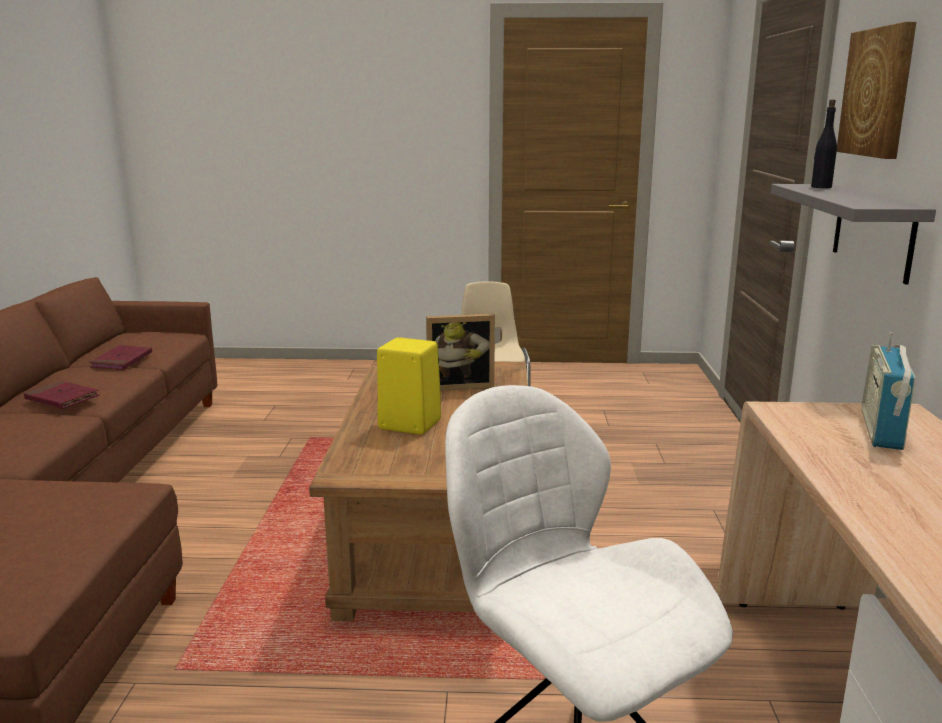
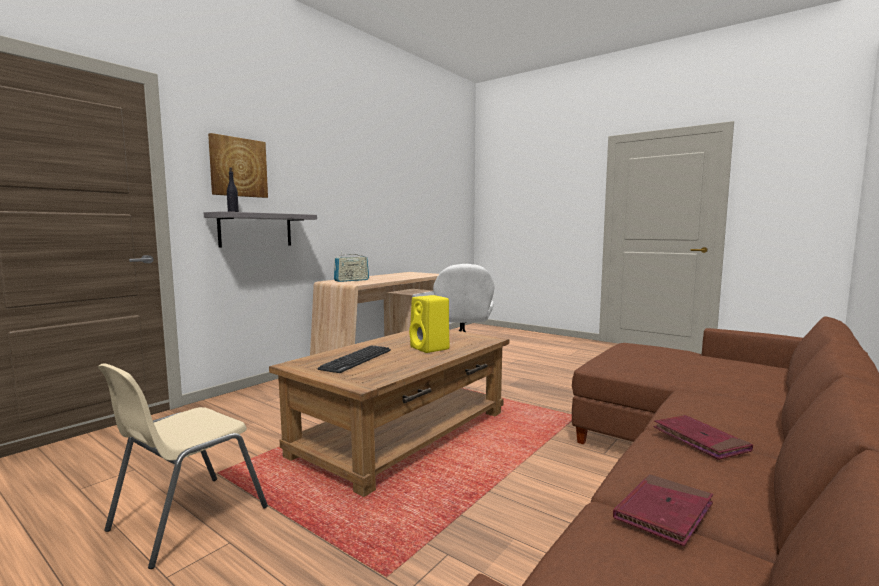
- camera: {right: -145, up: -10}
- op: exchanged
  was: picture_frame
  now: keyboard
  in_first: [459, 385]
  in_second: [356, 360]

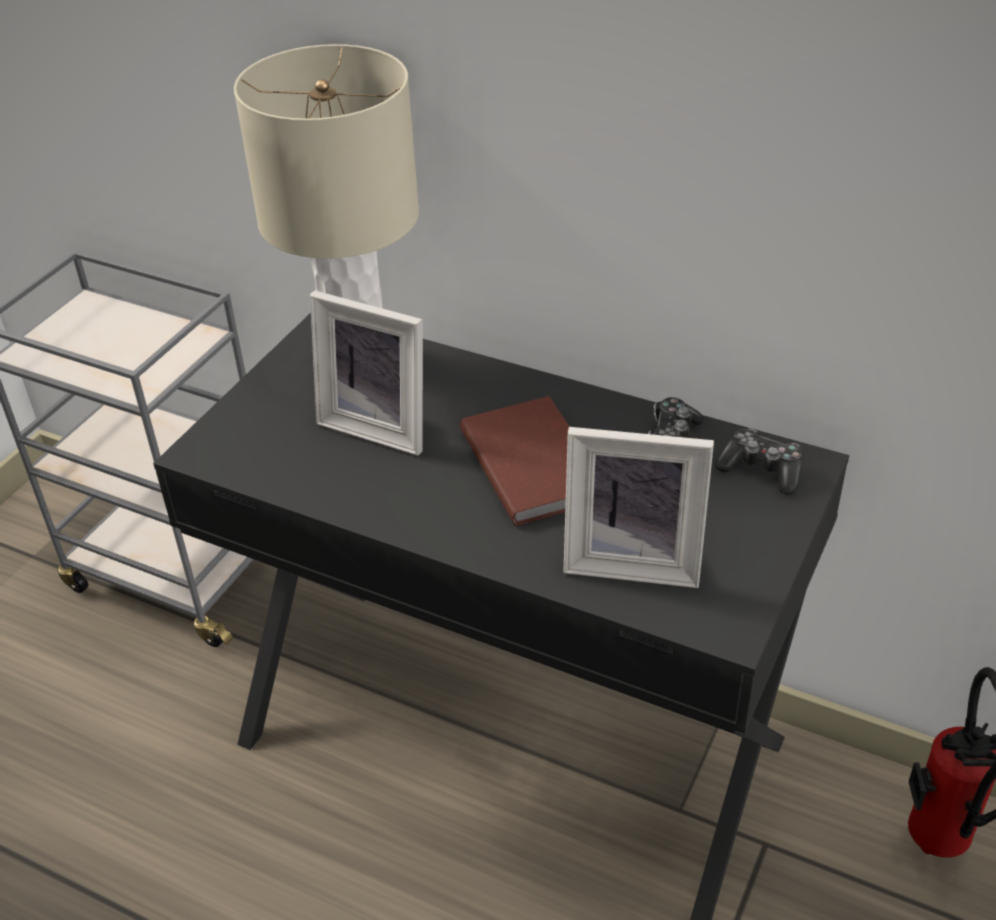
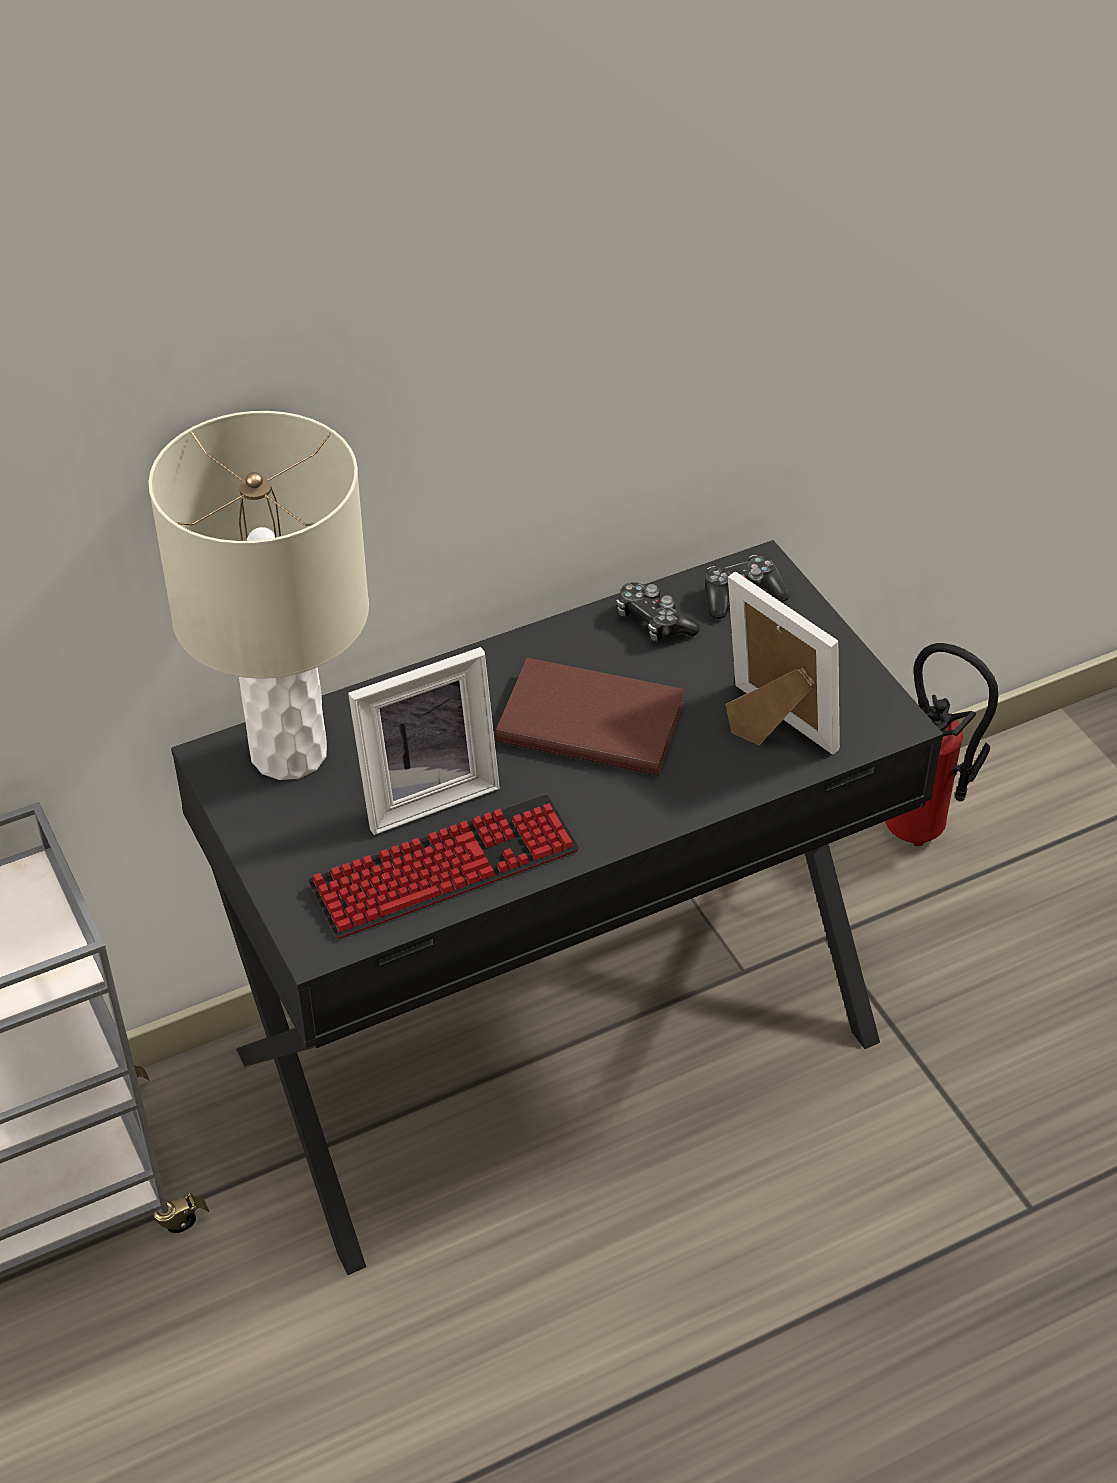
- camera: {right: -55, up: 5}
- op: spun
  was: picture_frame
  in_first: [633, 560]
  in_second: [769, 729]
  clockwise: -90
- op: appeared
  now: keyboard
  in_second: [445, 869]

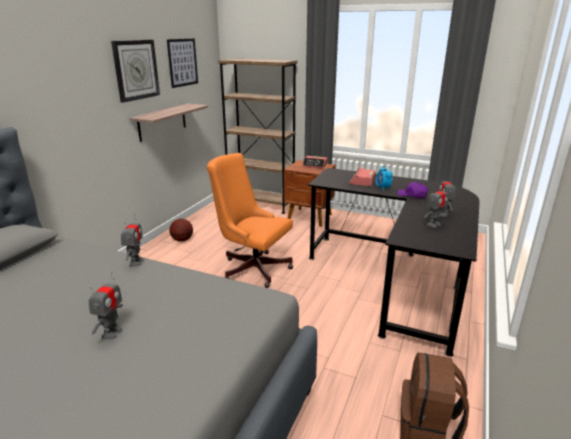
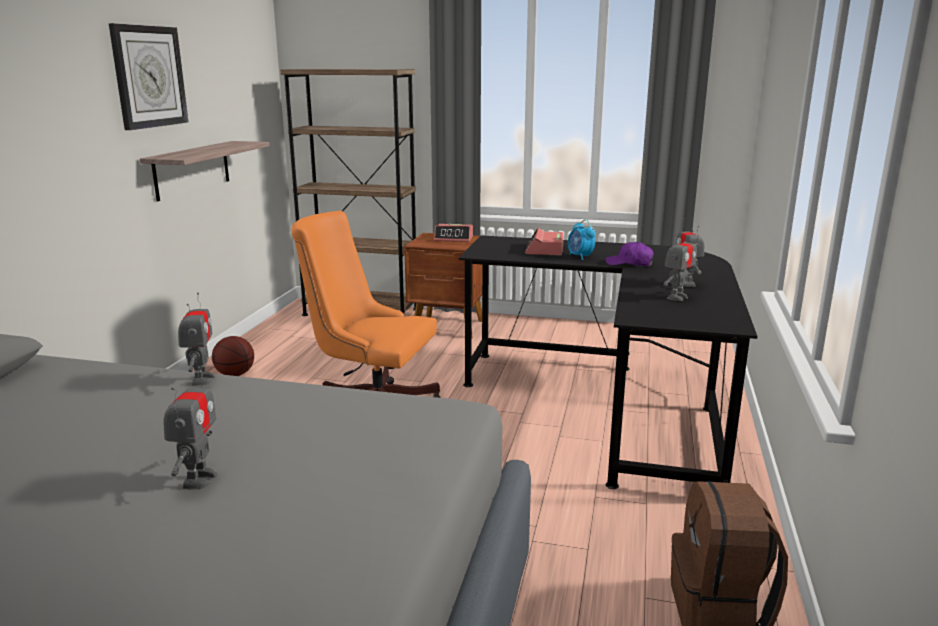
- camera: {right: -10, up: -5}
- op: missing
  was: picture
  in_first: [182, 62]

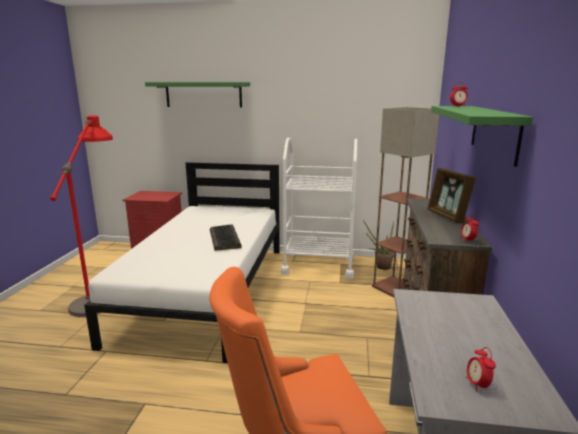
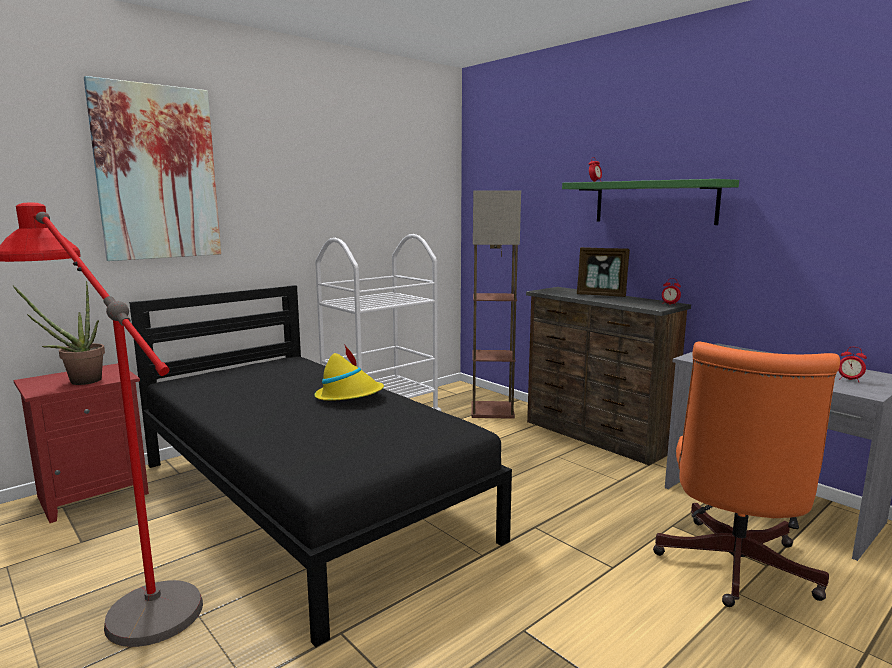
- camera: {right: -50, up: -5}
- op: exchanged
  was: green_shelf
  now: picture
  in_first: [203, 94]
  in_second: [157, 173]
- op: colour
  was: white_bed
  now: black_bed
  in_first: [207, 290]
  in_second: [307, 498]
- op: relocated
  was: potted_plant
  in_first: [380, 267]
  in_second: [78, 382]
- op: exchanged
  was: keyboard
  now: yellow_hat
  in_first: [225, 239]
  in_second: [349, 396]

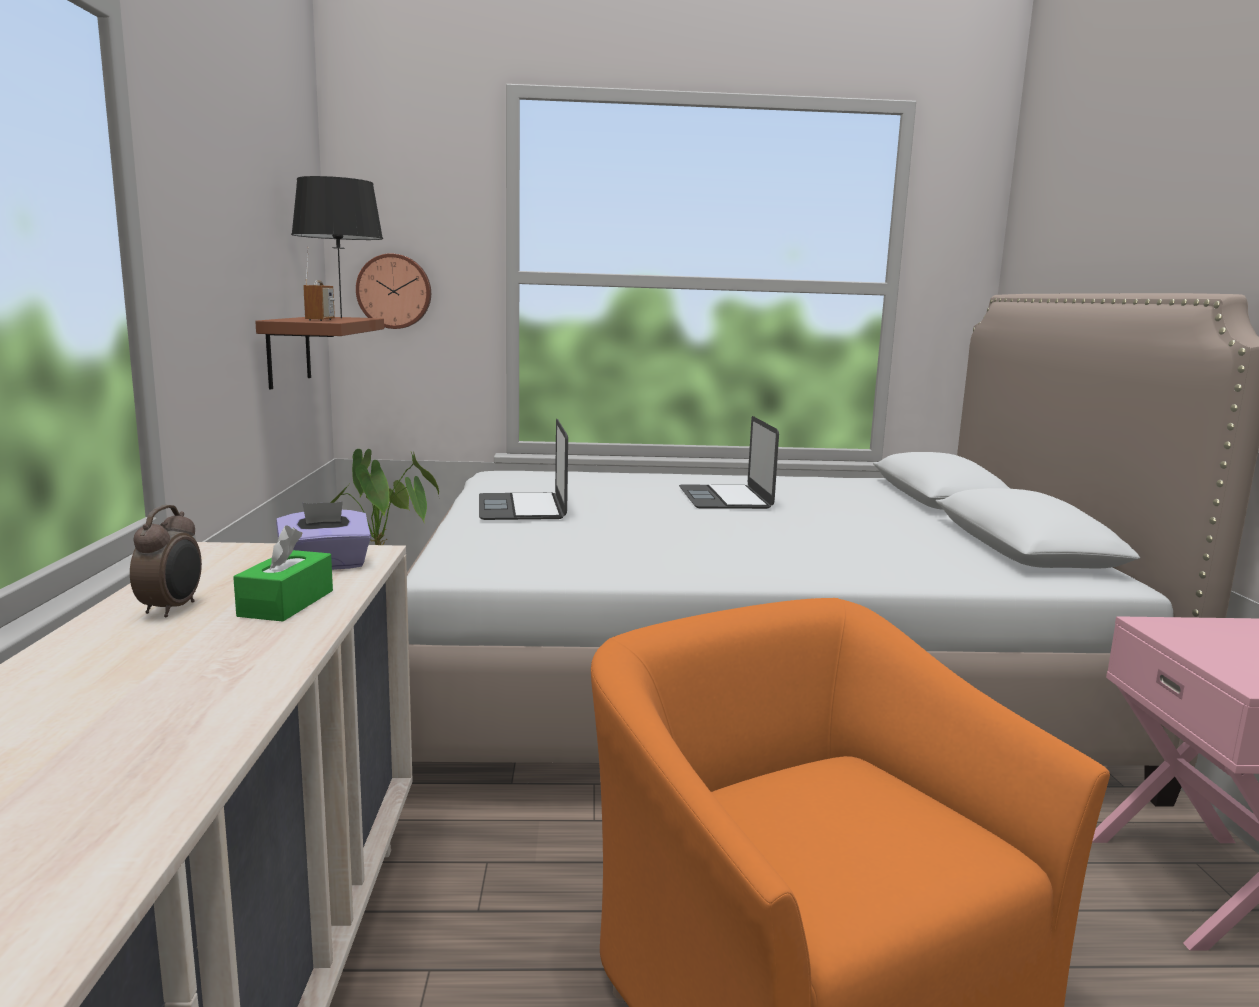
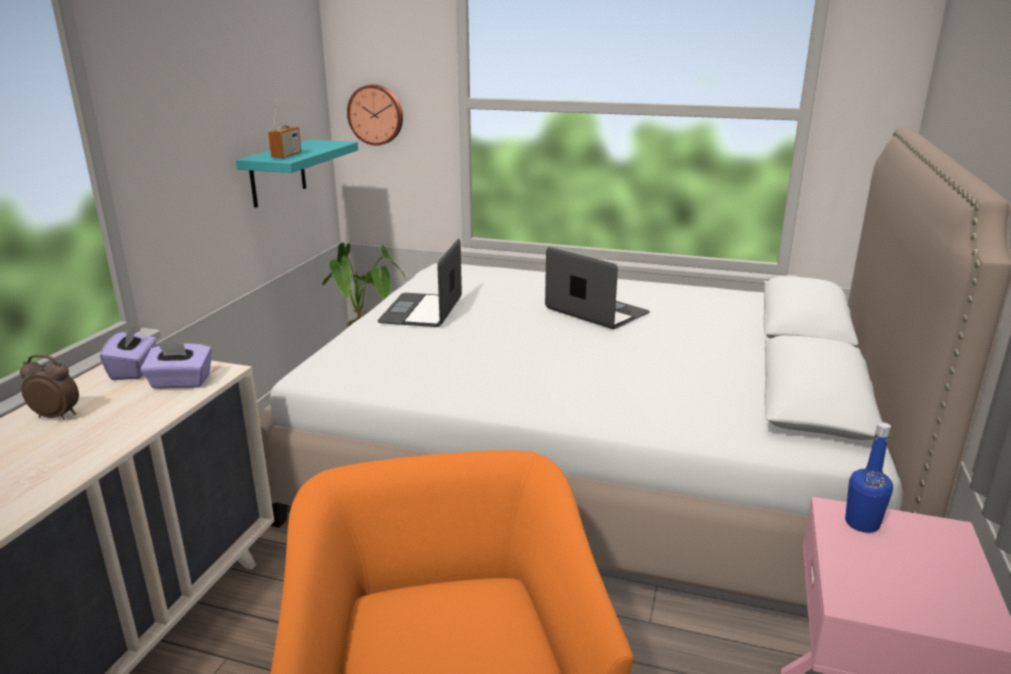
- camera: {right: 20, up: 10}
- op: missing
  was: black_table_lamp
  in_first: [341, 318]
- op: colour
  was: brown_shelf
  now: turquoise_shelf
  in_first: [288, 350]
  in_second: [278, 173]
- op: spun
  was: laptop
  in_first: [725, 497]
  in_second: [596, 311]
  clockwise: 120
- op: spun
  was: alarm_clock
  in_first: [173, 609]
  in_second: [57, 416]
  clockwise: -105
- op: missing
  was: green_tissue_box
  in_first: [286, 603]
- op: appeared
  now: purple_tissue_box
  in_second: [134, 370]
- op: appeared
  now: blue_bottle
  in_second: [862, 523]

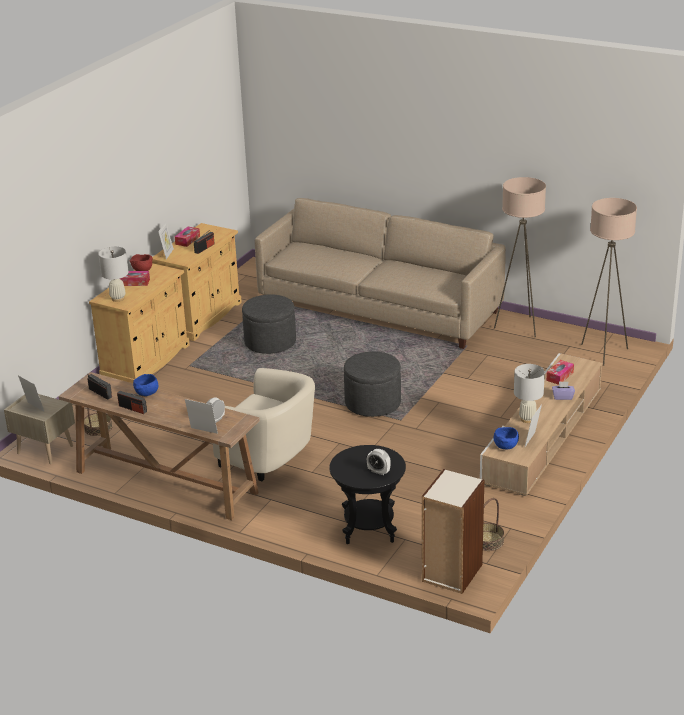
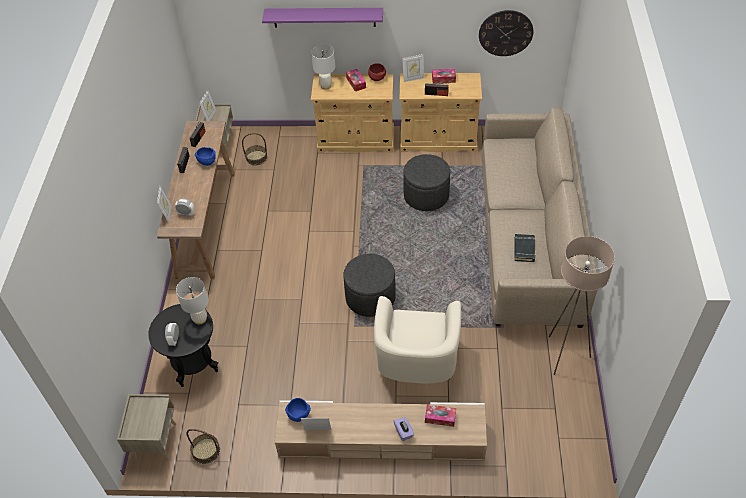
- camera: {right: 65, up: 20}
- op: missing
  was: beige_floor_lamp
  in_first: [604, 352]
- op: relocated
  was: white_table_lamp
  in_first: [527, 419]
  in_second: [200, 319]
- op: relocated
  was: beige_armchair
  in_first: [270, 458]
  in_second: [416, 364]
- op: exchanged
  was: bookcase
  now: beige_nightstand
  in_first: [451, 573]
  in_second: [155, 441]
- op: appeared
  now: purple_shelf
  in_second: [324, 17]
- op: appeared
  now: wall_clock
  in_second: [505, 33]
- op: appeared
  now: black_book
  in_second: [524, 249]

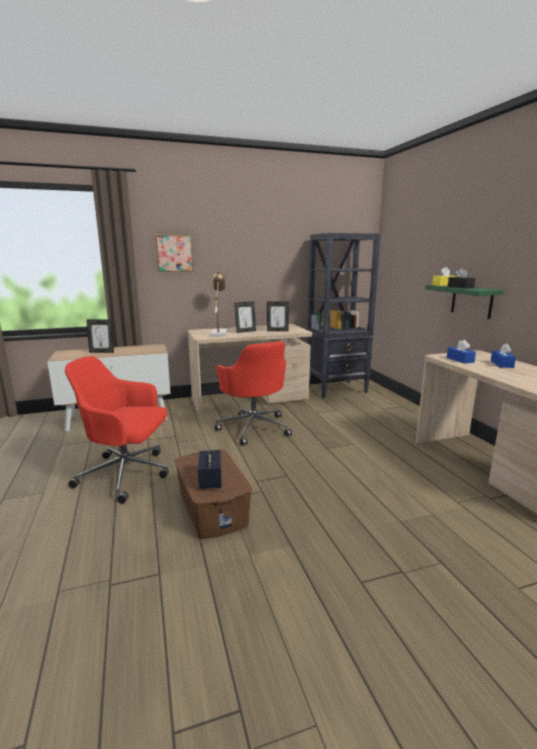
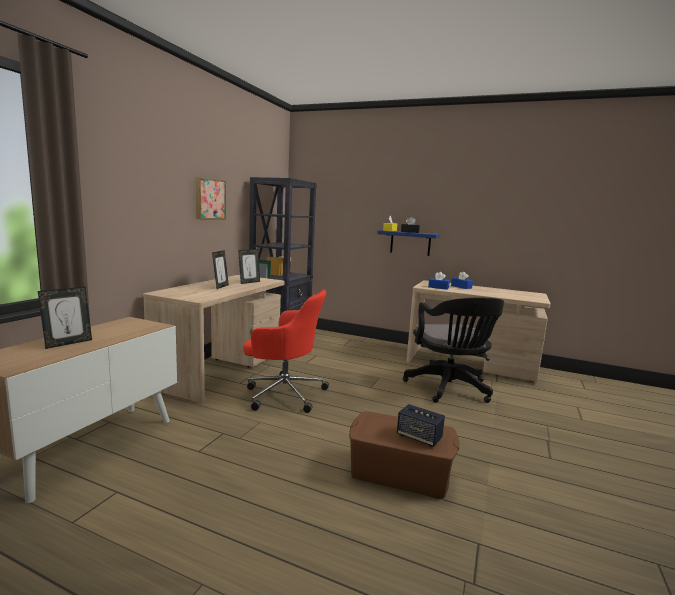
- camera: {right: -50, up: -5}
- op: relocated
  was: picture
  in_first: [174, 253]
  in_second: [209, 199]
- op: missing
  was: table_lamp
  in_first: [219, 333]
- op: colour
  was: green_shelf
  now: blue_shelf
  in_first: [471, 301]
  in_second: [410, 243]
- op: missing
  was: red_office_chair
  in_first: [127, 474]
- op: appeared
  now: black_office_chair
  in_second: [450, 389]

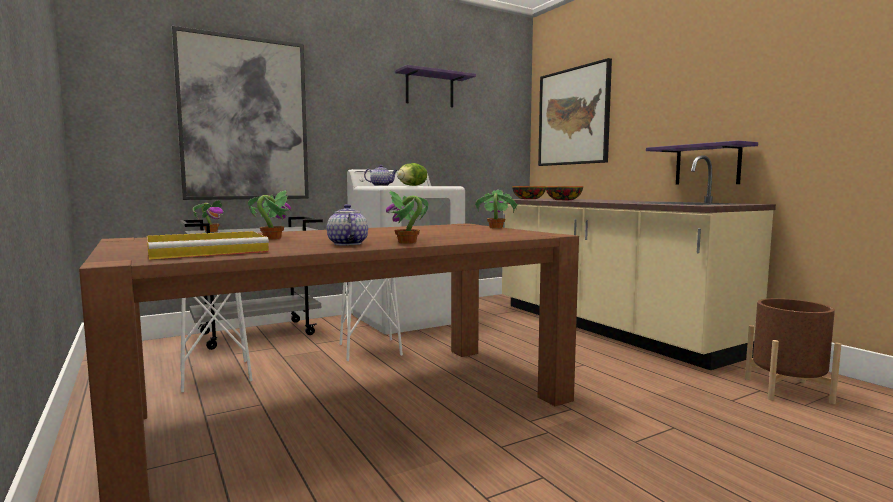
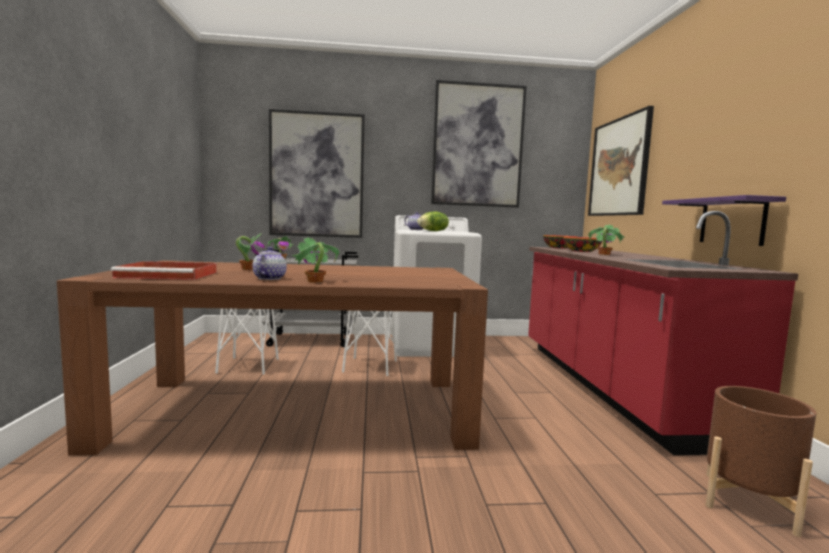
- camera: {right: 25, up: 0}
- op: exchanged
  was: purple_shelf
  now: picture
  in_first: [429, 89]
  in_second: [477, 146]
- op: colour
  was: beige_counter
  now: red_counter
  in_first: [608, 327]
  in_second: [611, 386]
- op: relocated
  was: potted_plant
  in_first: [495, 228]
  in_second: [603, 254]
- op: colour
  was: yellow_tray
  now: red_tray
  in_first: [210, 250]
  in_second: [170, 275]

